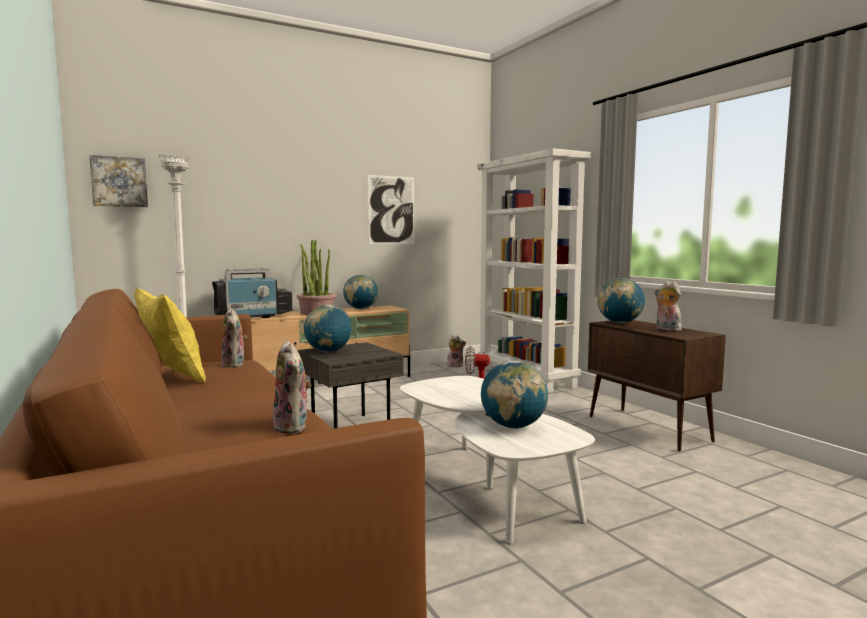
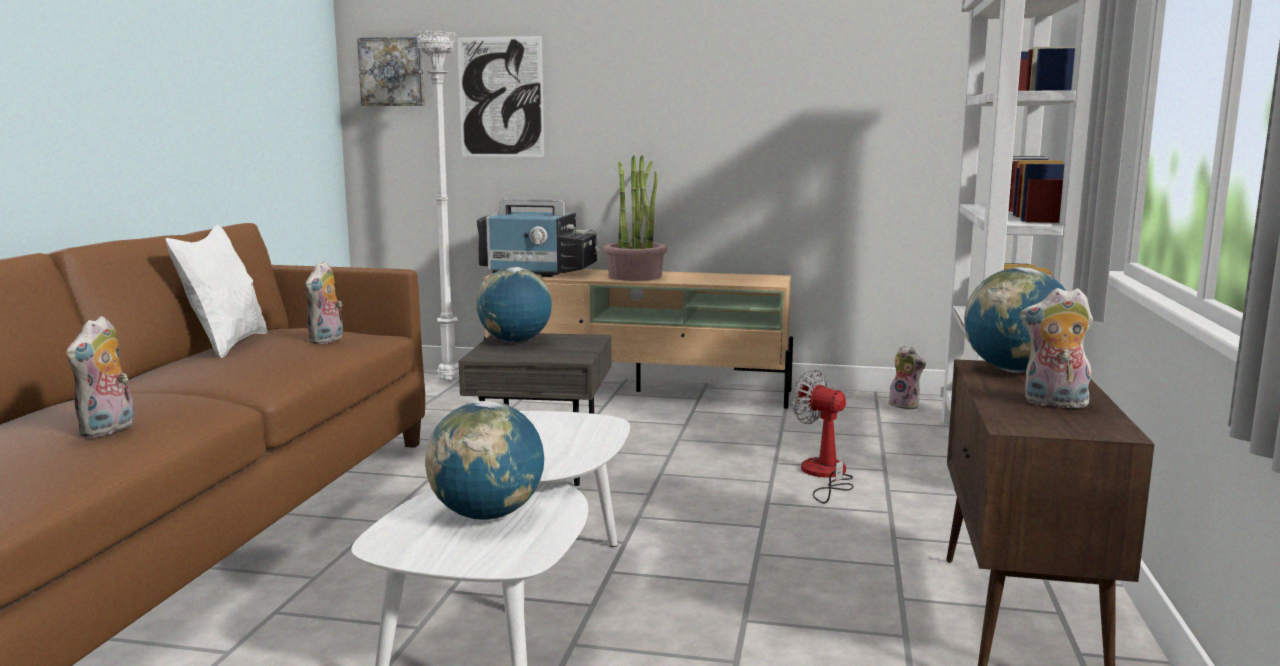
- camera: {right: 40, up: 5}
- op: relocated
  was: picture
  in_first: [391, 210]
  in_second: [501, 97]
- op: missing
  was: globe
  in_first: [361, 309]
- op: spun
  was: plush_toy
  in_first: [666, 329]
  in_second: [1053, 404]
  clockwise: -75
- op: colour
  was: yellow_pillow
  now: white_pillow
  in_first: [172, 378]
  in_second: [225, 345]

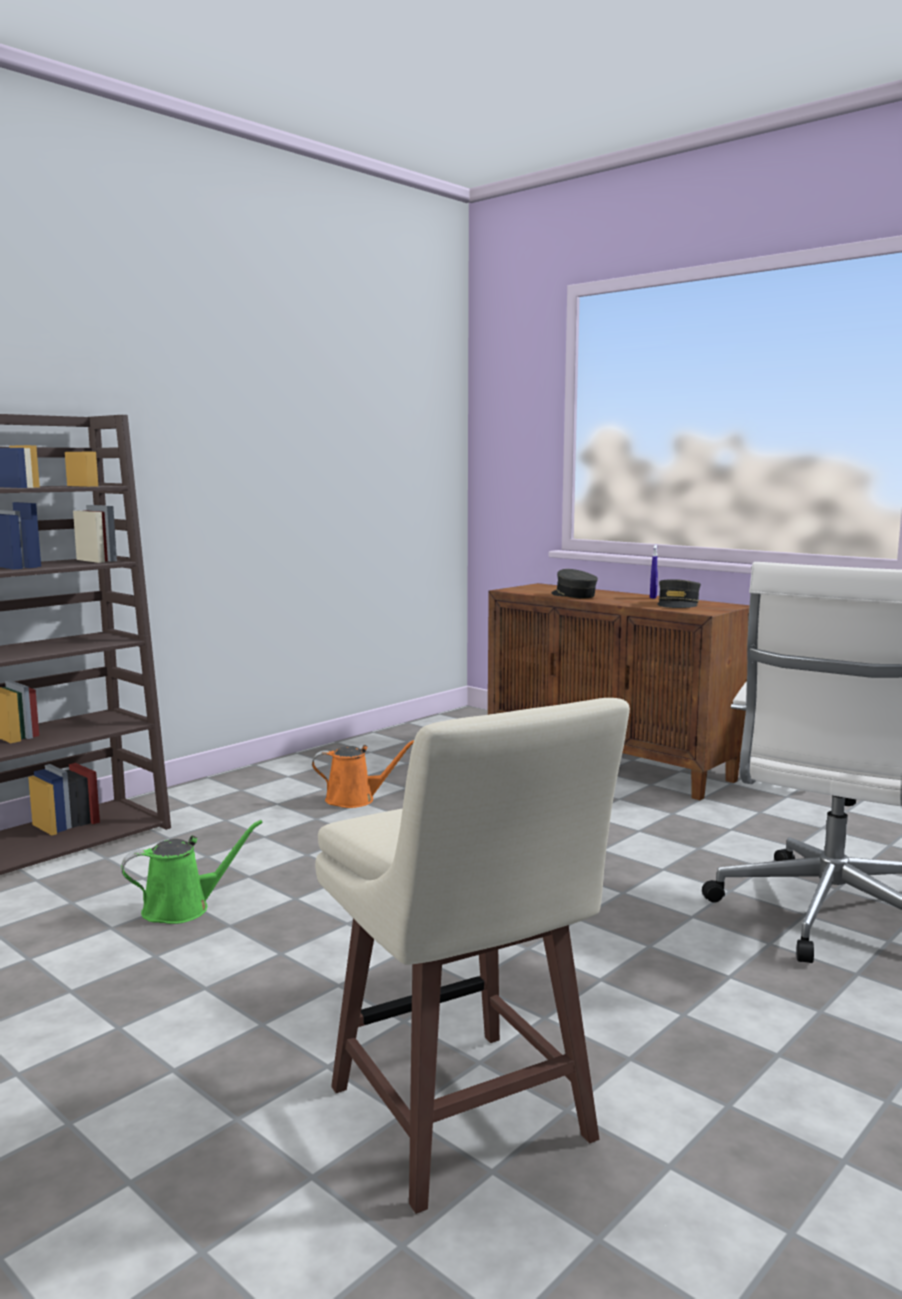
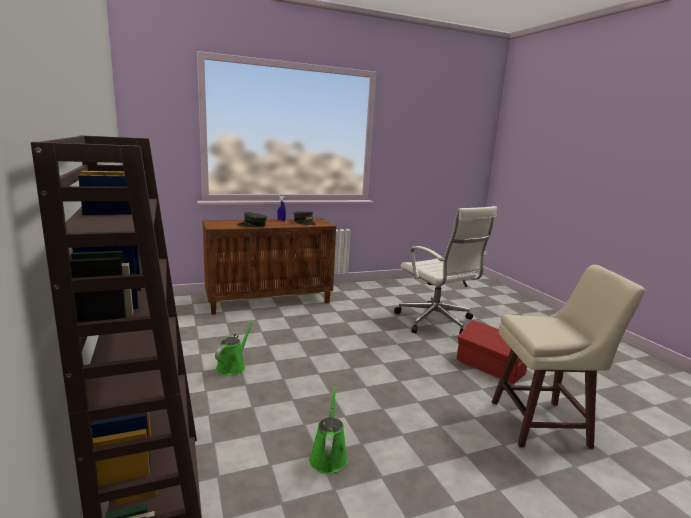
- camera: {right: -65, up: 5}
- op: colour
  was: orange_watering_can
  now: green_watering_can
  in_first: [355, 799]
  in_second: [232, 366]
- op: appeared
  now: red_storage_box
  in_second: [490, 367]

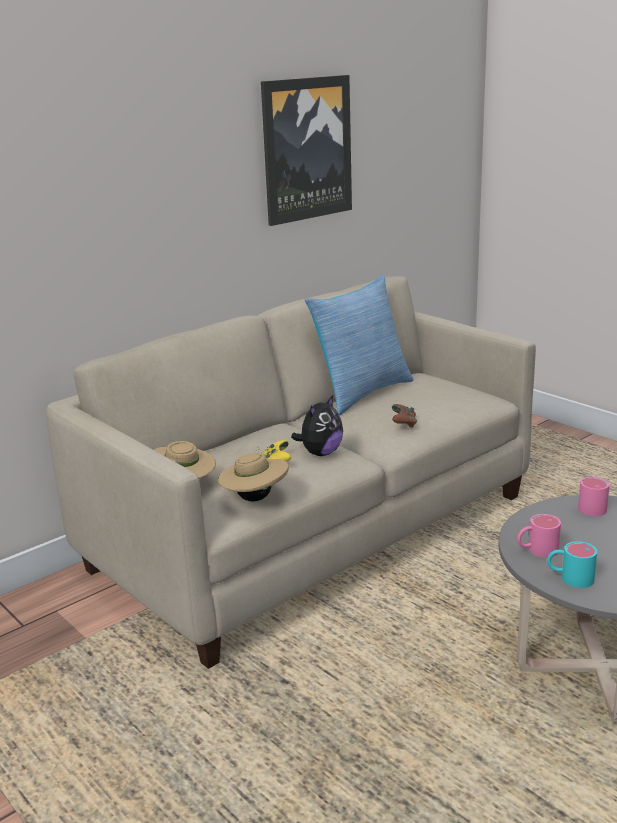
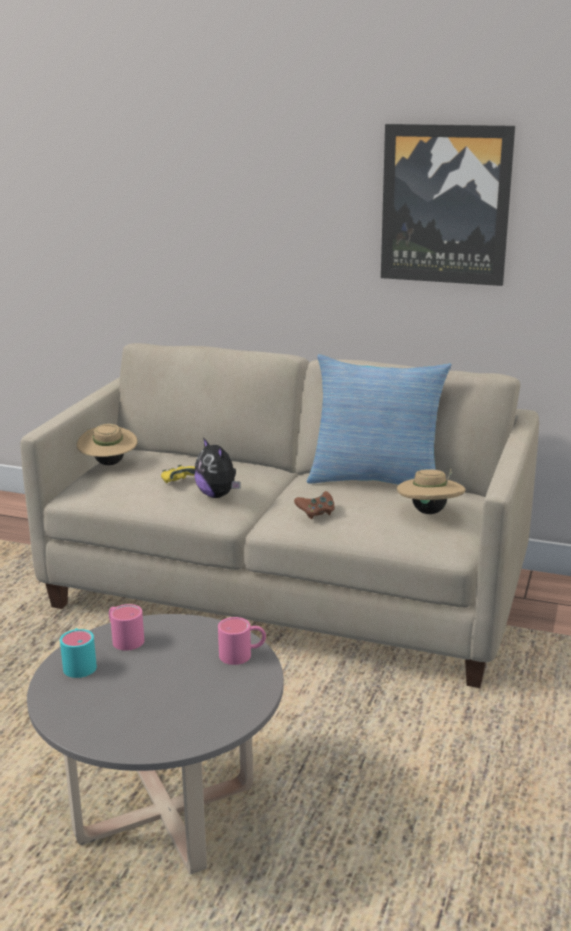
- camera: {right: 60, up: 0}
- op: spun
  was: plush_toy
  in_first: [320, 453]
  in_second: [218, 495]
  clockwise: 45
- op: relocated
  was: beige_hat
  in_first: [255, 498]
  in_second: [429, 512]

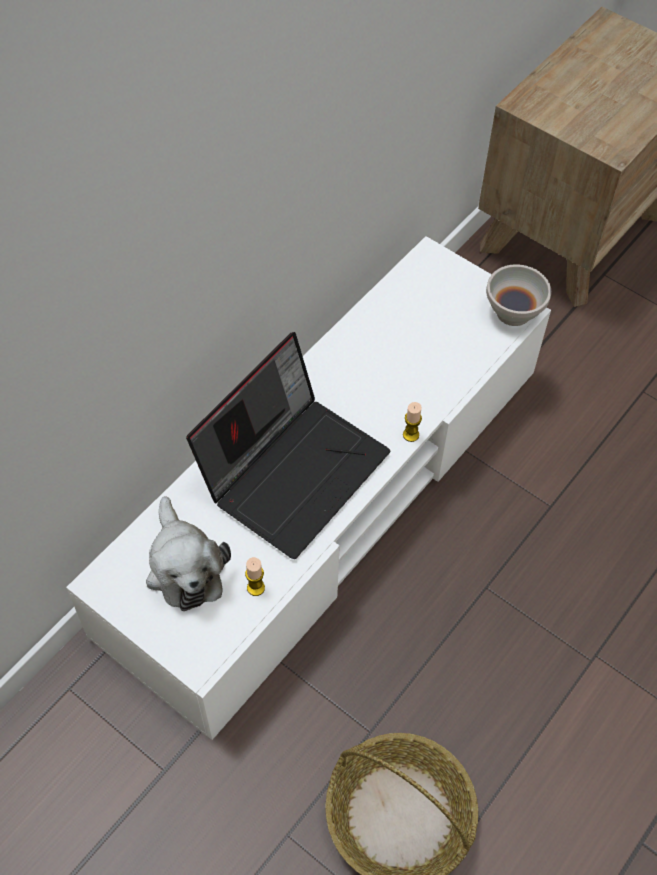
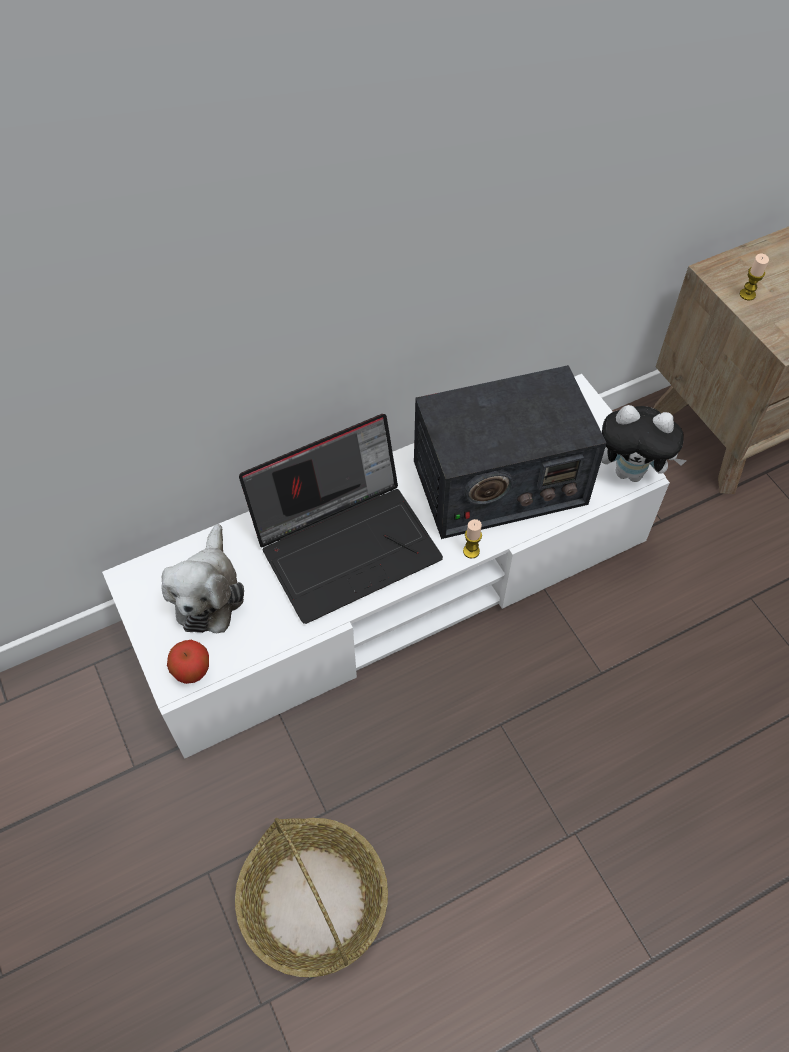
- camera: {right: 25, up: 0}
- op: exchanged
  was: white_bowl
  now: plush_toy
  in_first: [514, 311]
  in_second: [631, 471]
- op: relocated
  was: candle
  in_first: [255, 588]
  in_second: [747, 294]
- op: appeared
  now: radio
  in_second: [498, 483]
- op: appeared
  now: apple
  in_second: [193, 673]

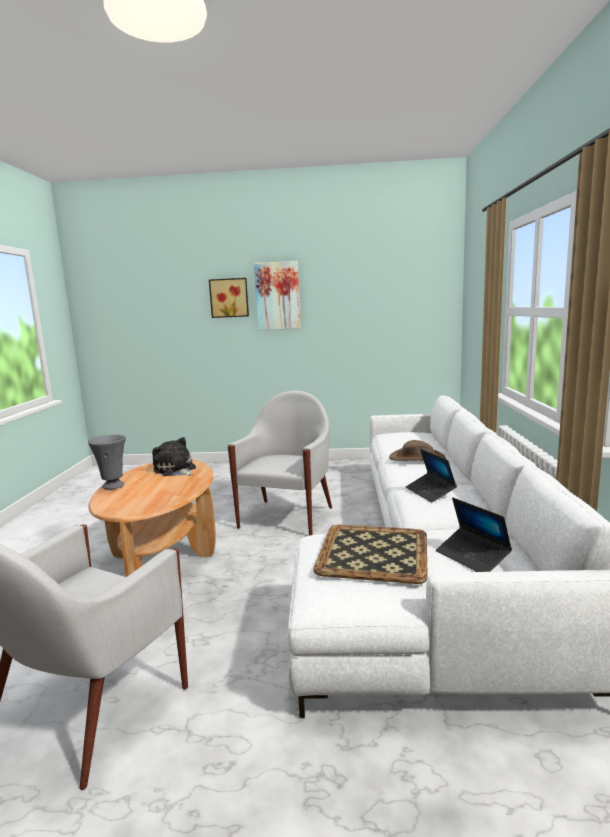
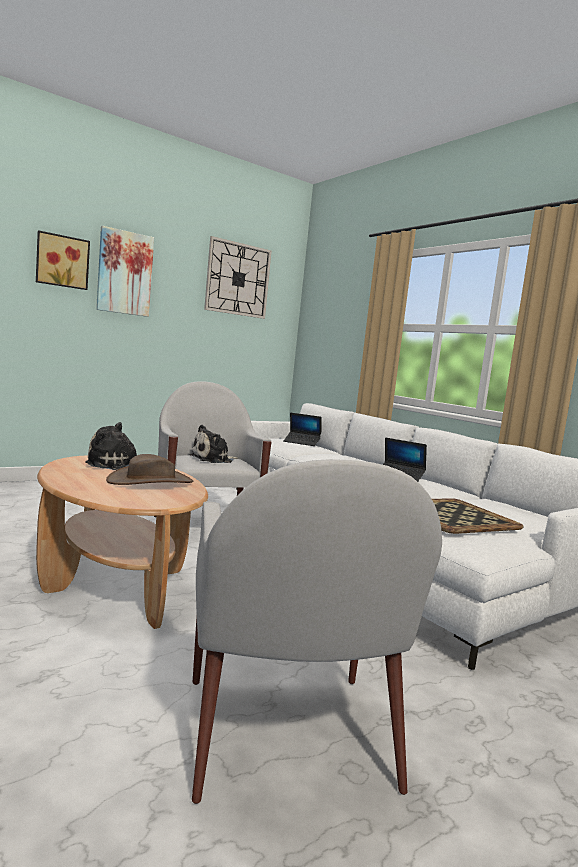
- camera: {right: -40, up: -5}
- op: missing
  was: grey_vase
  in_first: [113, 486]
- op: relocated
  was: brown_hat
  in_first: [417, 458]
  in_second: [150, 481]
- op: relocated
  was: laptop
  in_first: [472, 557]
  in_second: [302, 442]
- op: appeared
  now: wall_clock
  in_second: [238, 279]
- op: appeared
  now: plush_toy
  in_second: [213, 459]

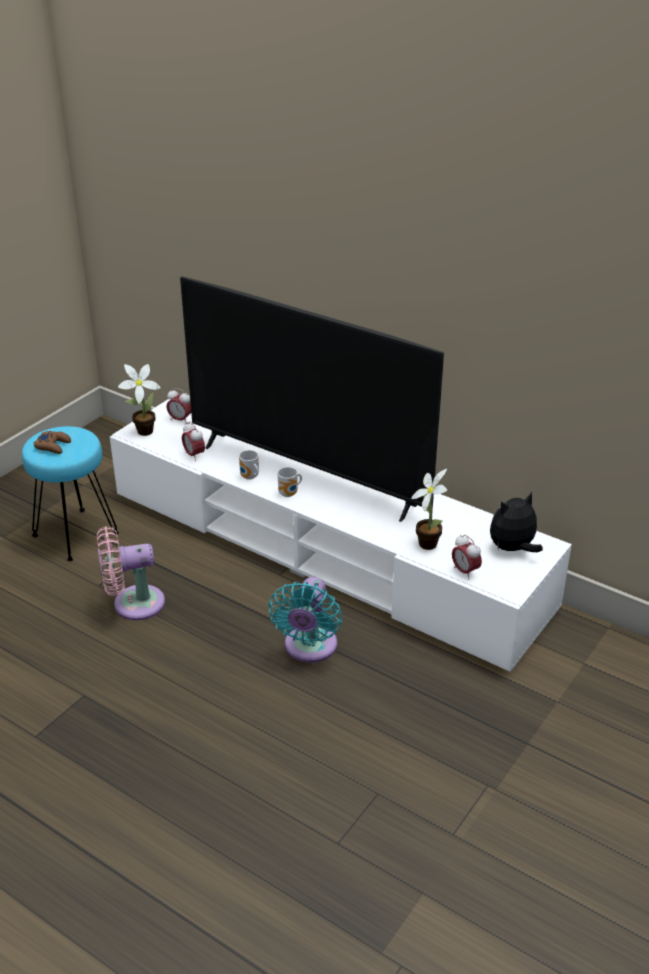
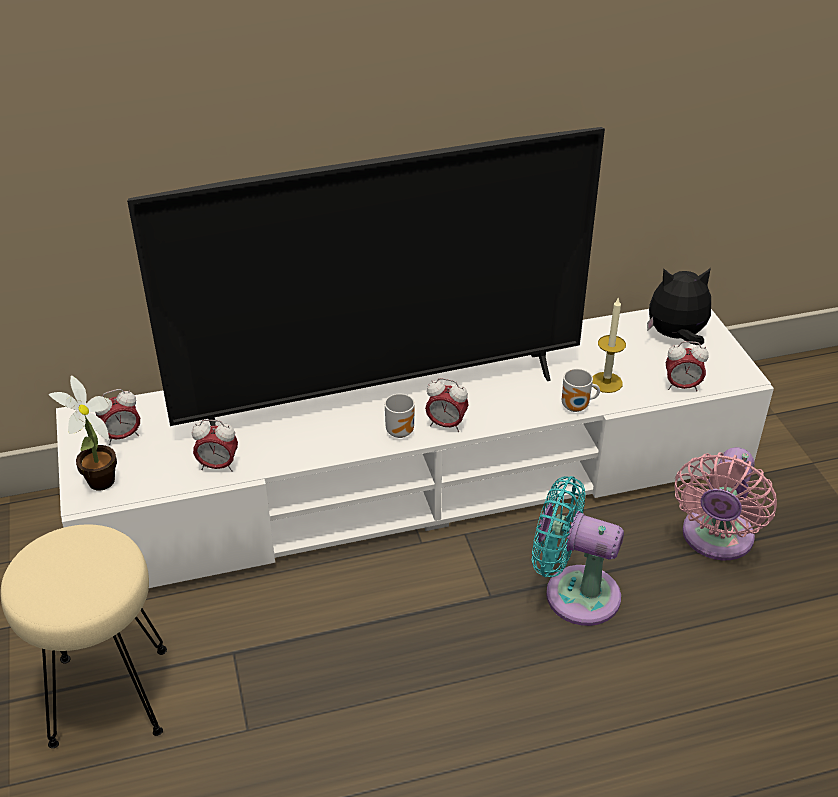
- camera: {right: -50, up: 5}
- op: colour
  was: turquoise_stool
  now: beige_stool
  in_first: [75, 534]
  in_second: [107, 695]
- op: missing
  was: brown_game_controller
  in_first: [53, 446]
- op: relocated
  was: mug
  in_first: [249, 477]
  in_second: [577, 408]
- op: exchanged
  was: potted_plant
  now: candle
  in_first: [428, 542]
  in_second: [606, 382]
- op: spun
  was: plush_toy
  in_first: [512, 549]
  in_second: [676, 337]
  clockwise: 75
- op: relocated
  was: pink_fan
  in_first: [133, 604]
  in_second: [715, 540]
- op: spun
  was: turquoise_fan
  in_first: [309, 648]
  in_second: [574, 593]
  clockwise: 150
- op: appeared
  now: alarm_clock
  in_second: [446, 425]

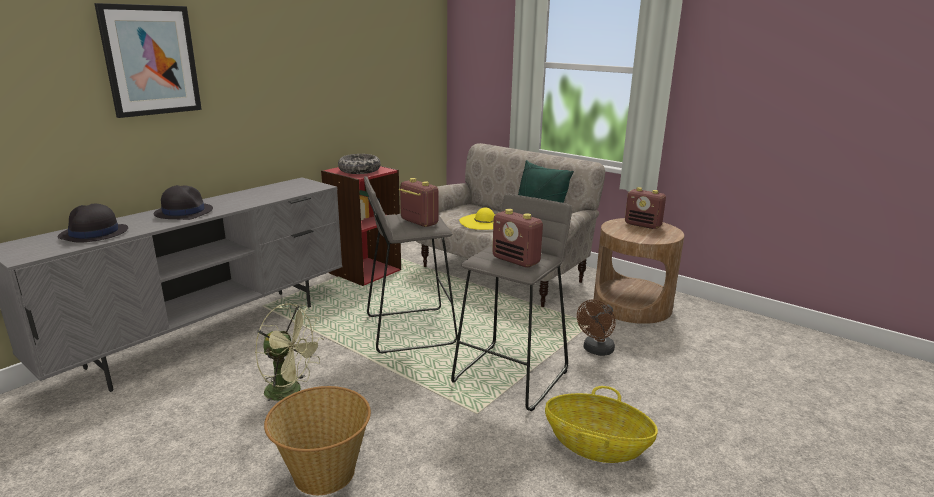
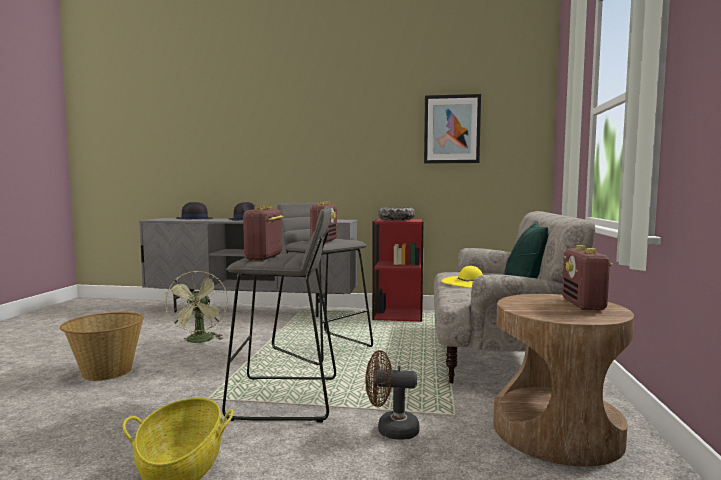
- camera: {right: 60, up: -15}
- op: relocated
  was: picture
  in_first: [151, 60]
  in_second: [452, 129]

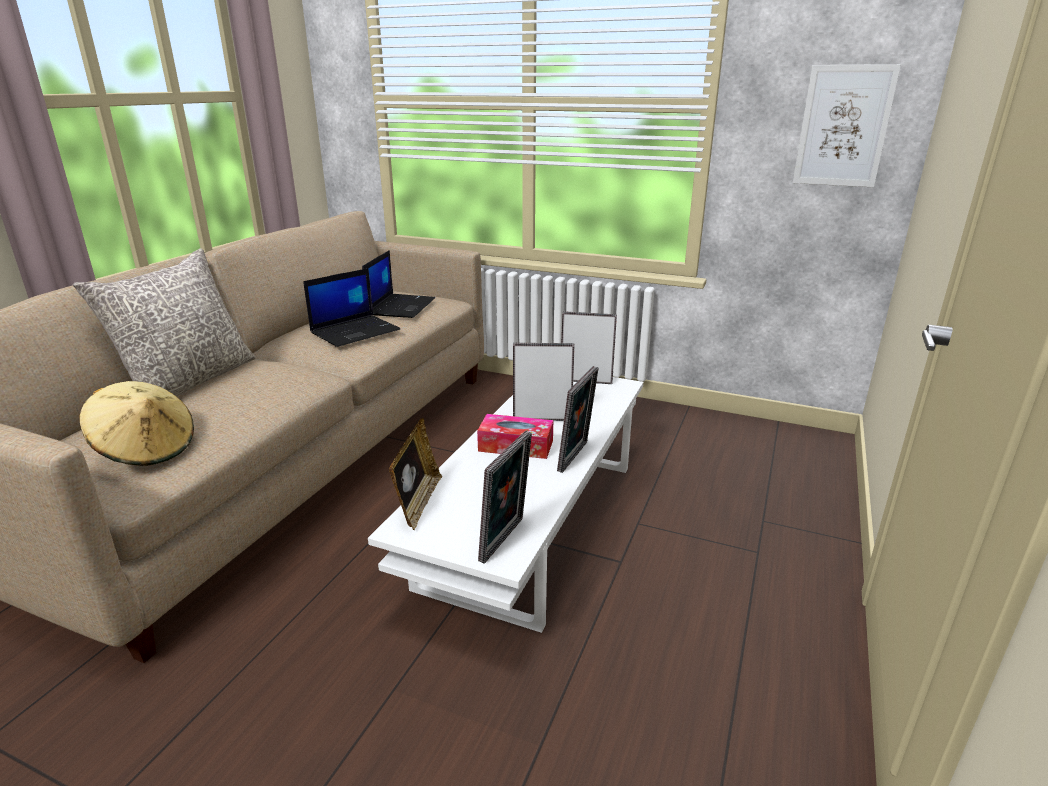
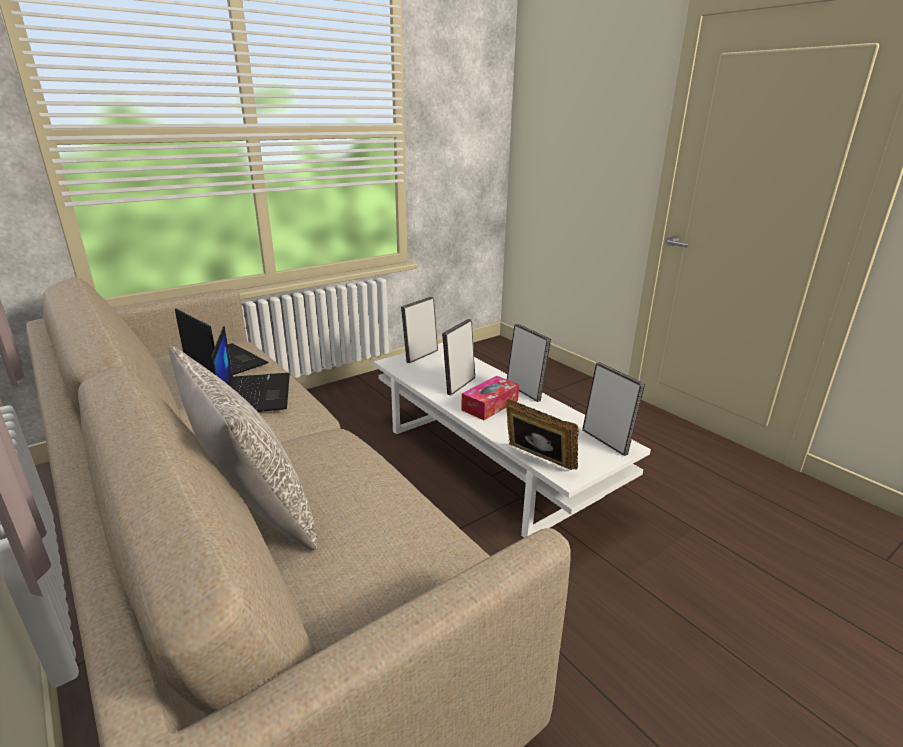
- camera: {right: -60, up: 0}
- op: missing
  was: picture
  in_first: [843, 126]
- op: missing
  was: beige_hat
  in_first: [146, 449]

